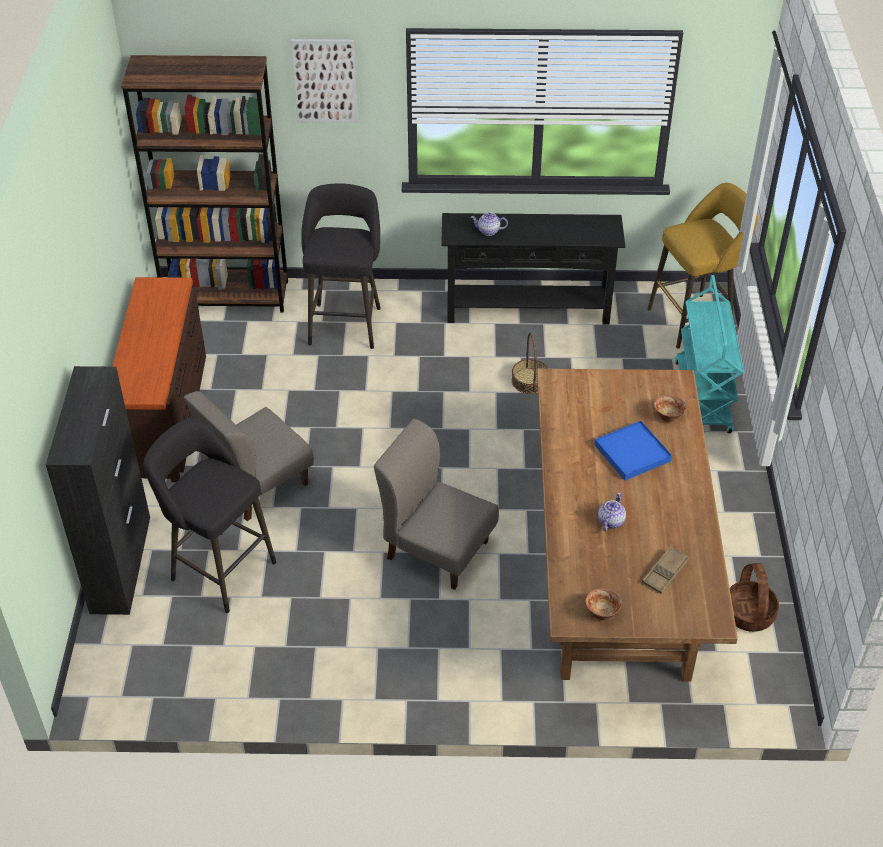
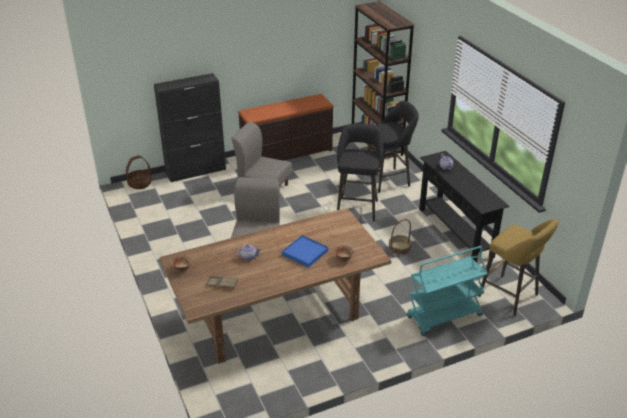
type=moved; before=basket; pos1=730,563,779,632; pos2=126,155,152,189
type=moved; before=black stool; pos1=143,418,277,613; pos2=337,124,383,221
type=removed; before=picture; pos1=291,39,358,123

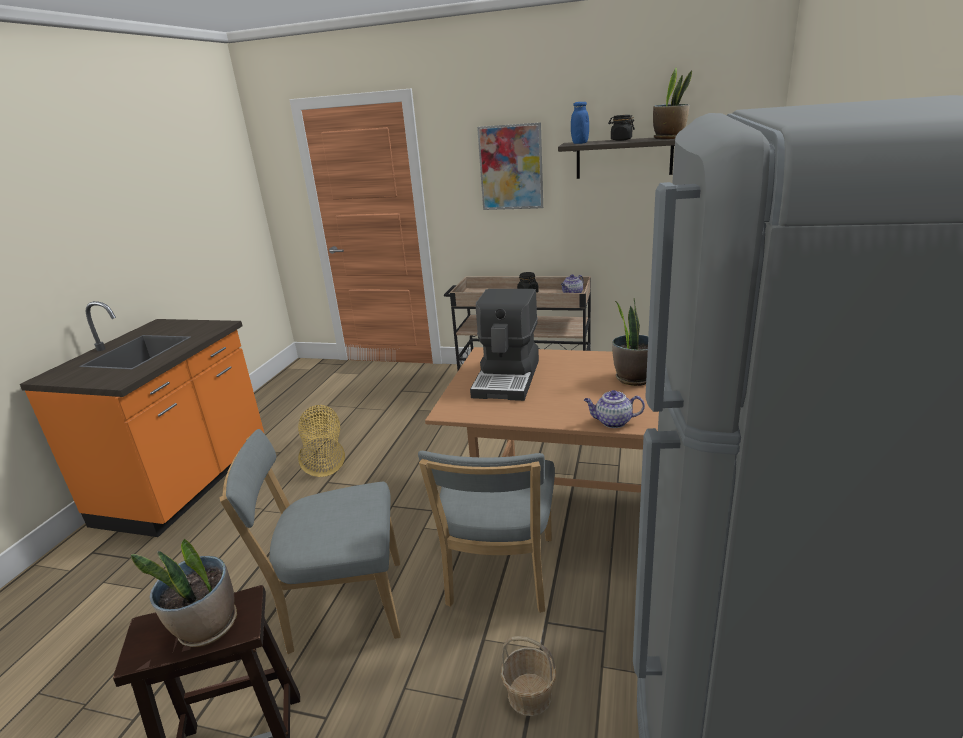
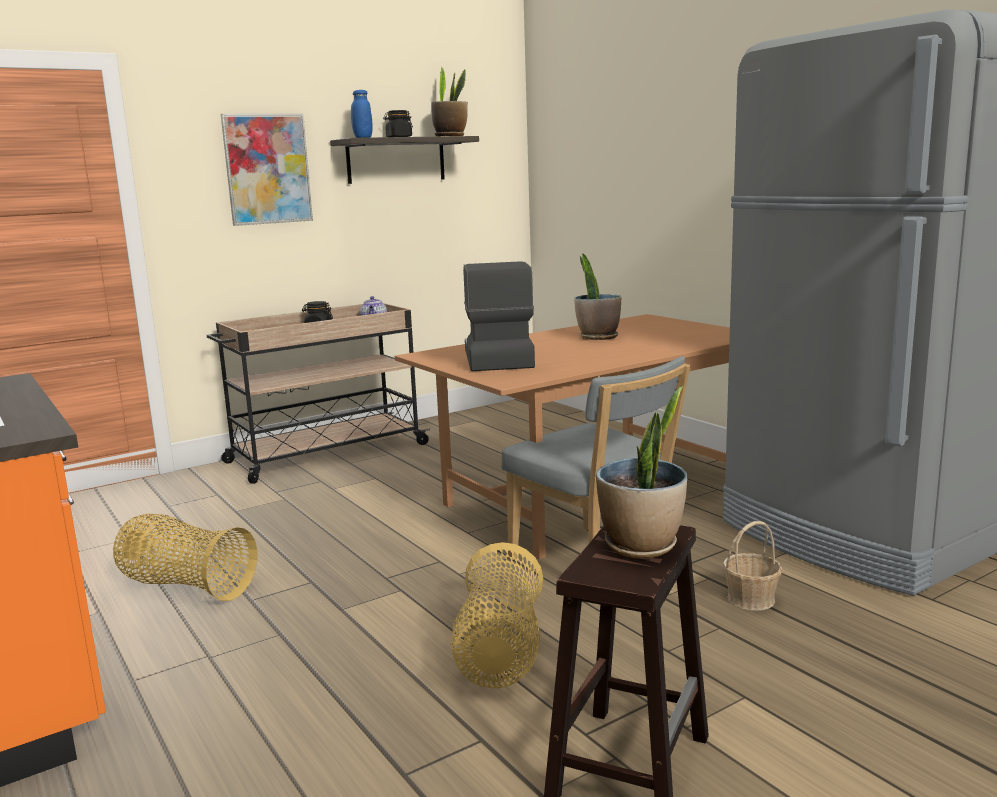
type=replaced; before=grey chair; after=basket; pos1=219,429,401,654; pos2=451,542,543,688
type=turned; before=coffee machine; pos1=470,289,539,401; pos2=463,261,535,371; turn=-150
type=removed; before=teapot; pos1=584,390,645,428

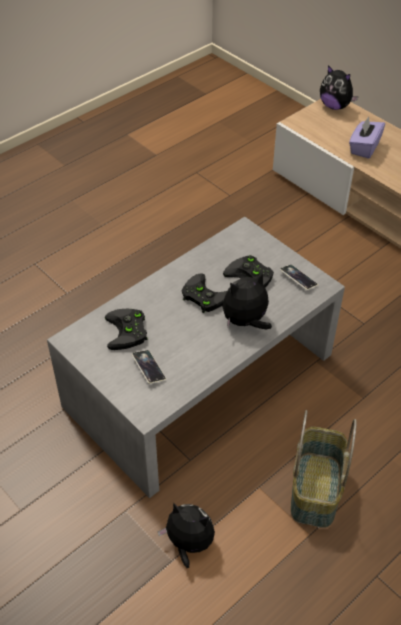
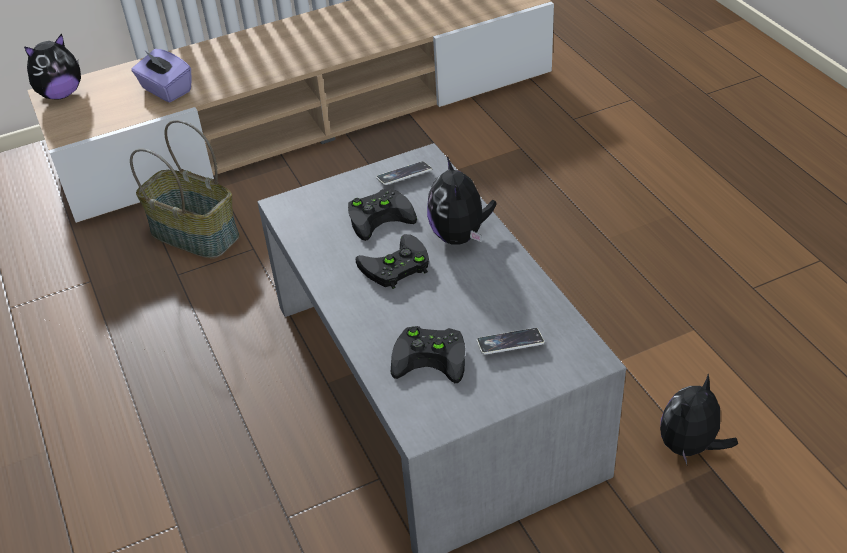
type=moved; before=basket; pos1=291,410,357,528; pos2=130,120,239,259

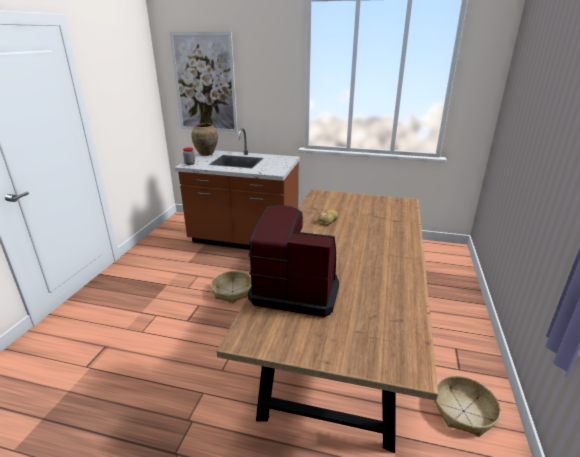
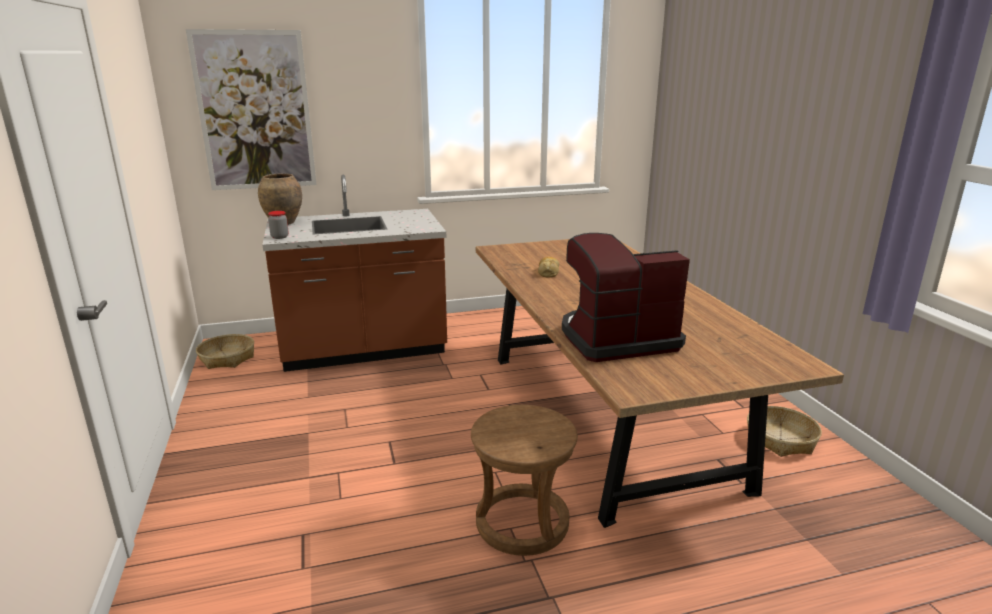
type=moved; before=basket; pos1=211,271,252,303; pos2=196,334,254,369
type=added; after=brown stool; pos2=471,405,578,556

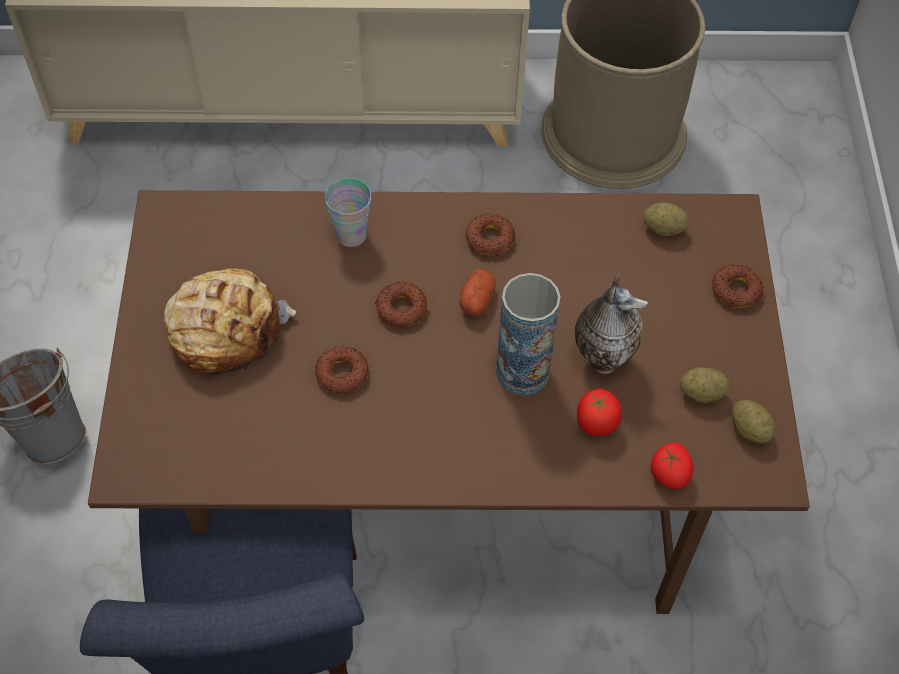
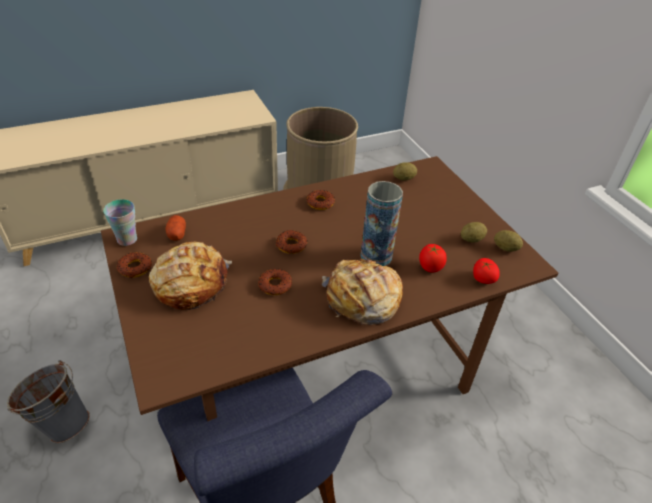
type=moved; before=cup; pos1=325,178,371,247; pos2=103,199,137,246
type=moved; before=donut; pos1=712,264,764,308; pos2=117,252,152,278
type=moved; before=potato; pos1=460,268,496,316; pos2=165,215,186,241
type=added; after=bread; pos2=321,259,403,325
type=removed; before=vase; pos1=575,273,648,374

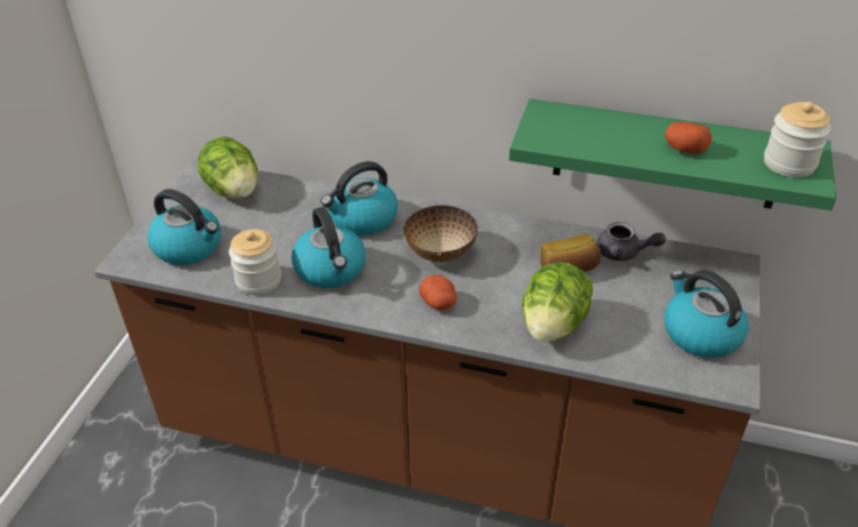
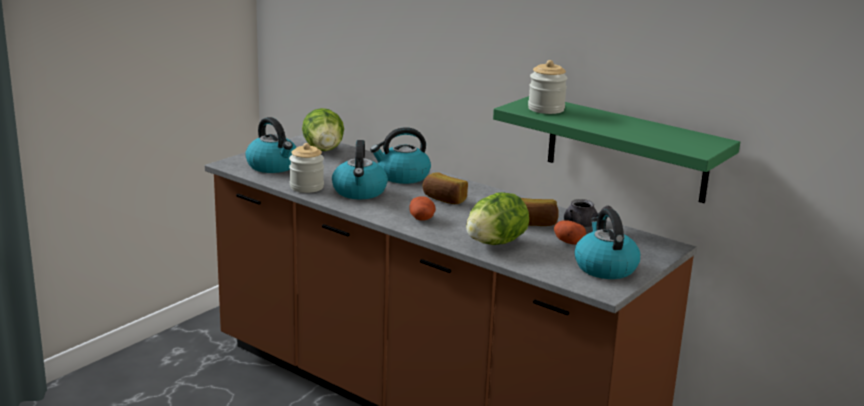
type=replaced; before=bowl; after=bread; pos1=403,205,478,263; pos2=422,172,468,204
type=moved; before=jar; pos1=764,102,831,177; pos2=528,60,568,114
type=moved; before=potato; pos1=665,122,712,154; pos2=554,220,586,244

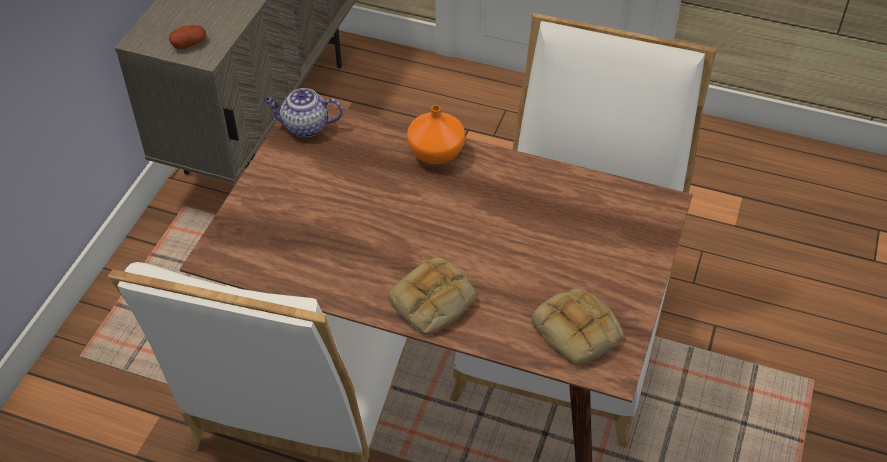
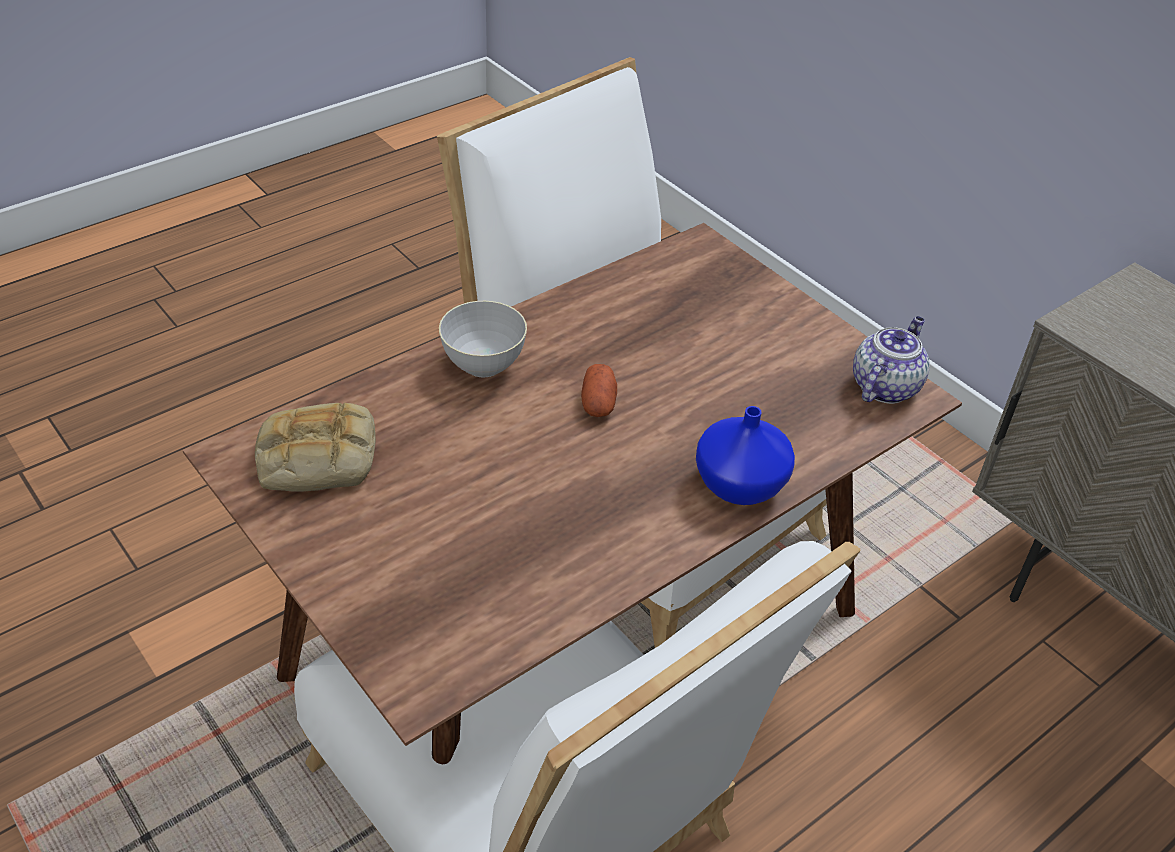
type=replaced; before=bread; after=grey bowl; pos1=388,257,476,335; pos2=439,301,527,377
type=moved; before=potato; pos1=169,25,206,50; pos2=581,364,617,417
type=recoloured; before=orange vase; after=blue vase; pos1=407,105,465,164; pos2=696,406,795,505

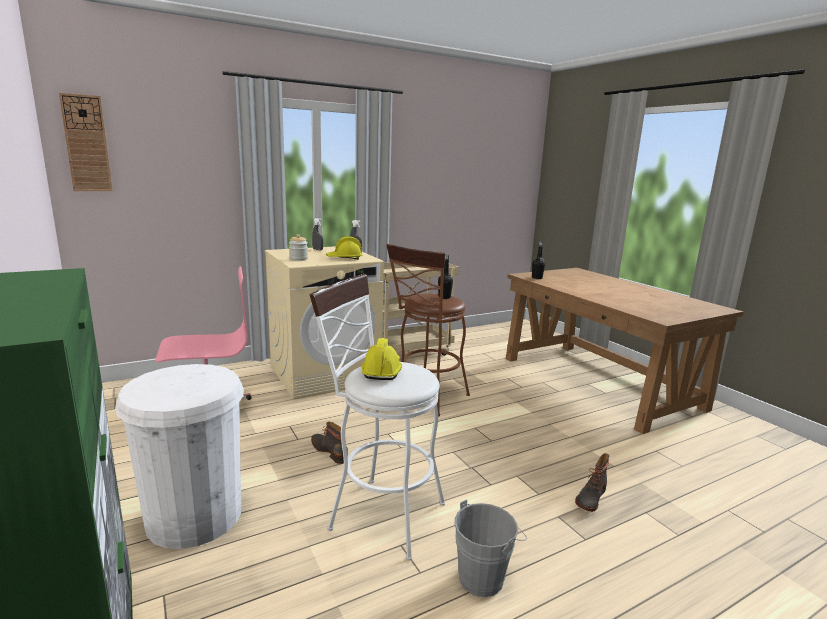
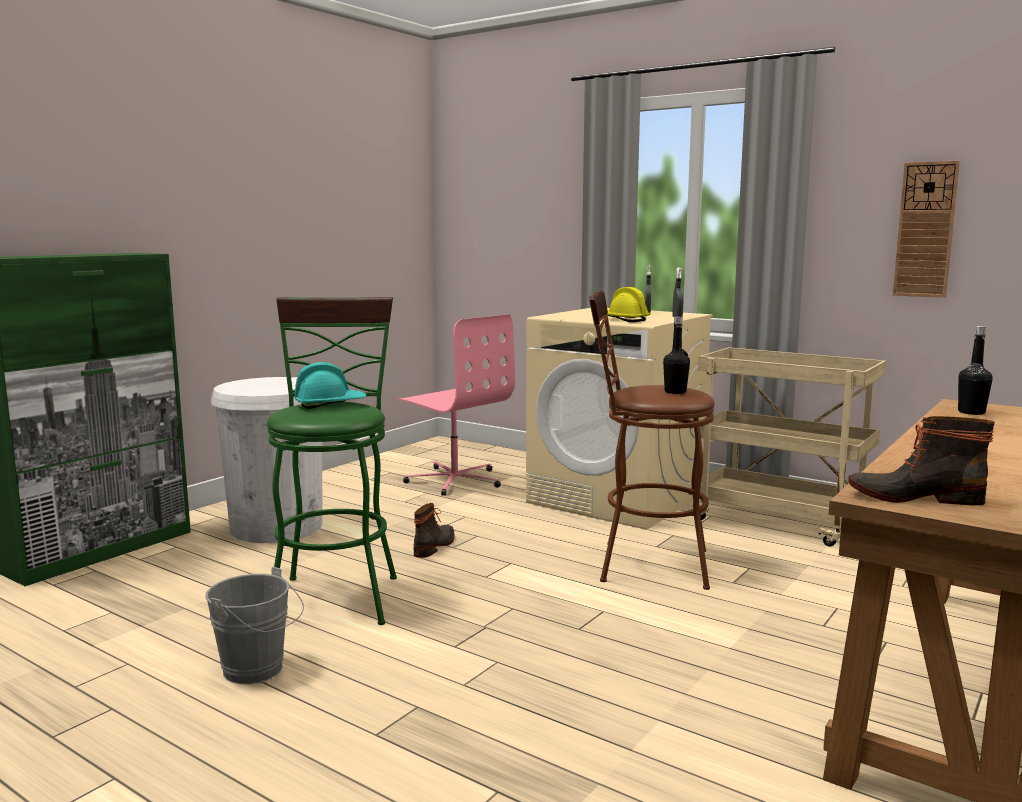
type=recoloured; before=white stool; after=green stool; pos1=309,274,445,561; pos2=267,297,397,625
type=recoloured; before=yellow hard hat; after=turquoise hard hat; pos1=362,338,402,380; pos2=295,362,366,409
type=moved; before=boot; pos1=575,453,609,512; pos2=848,416,995,505
type=moved; before=wall clock; pos1=59,93,113,191; pos2=893,160,960,298
type=removed; before=jar; pos1=289,234,308,261

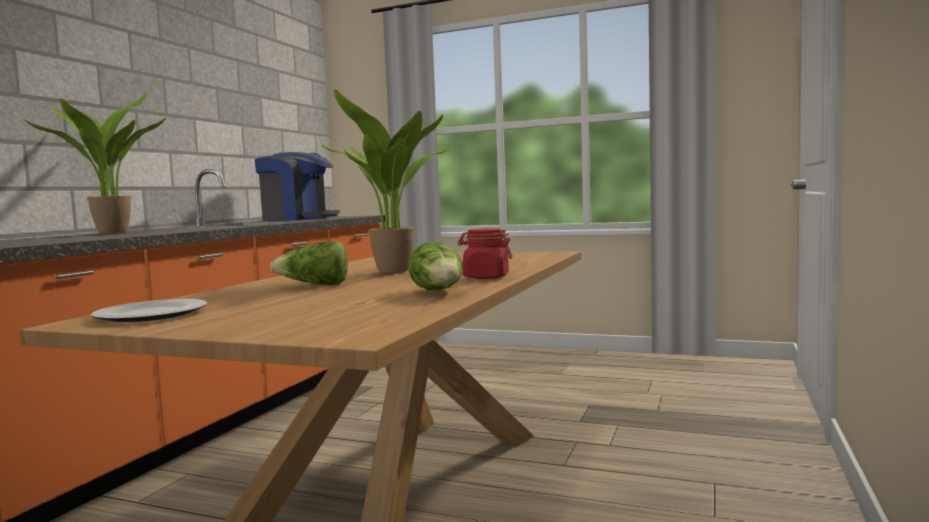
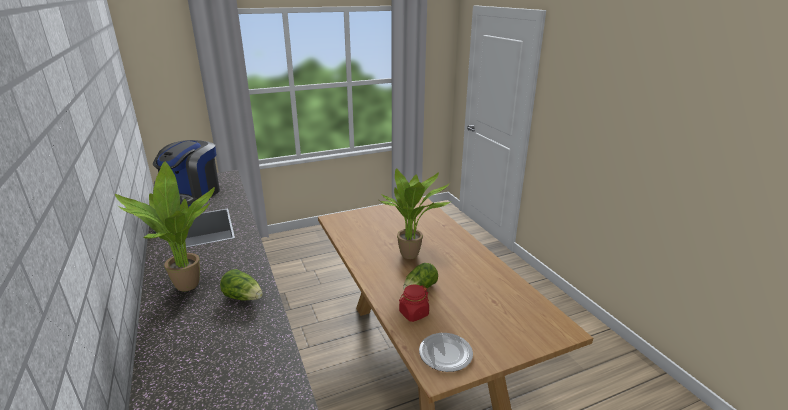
type=turned; before=coffee machine; pos1=255,152,340,221; pos2=153,140,220,206; turn=135
type=moved; before=lettuce; pos1=408,241,463,290; pos2=220,269,263,300
type=moved; before=red jar; pos1=458,228,513,279; pos2=399,285,429,322

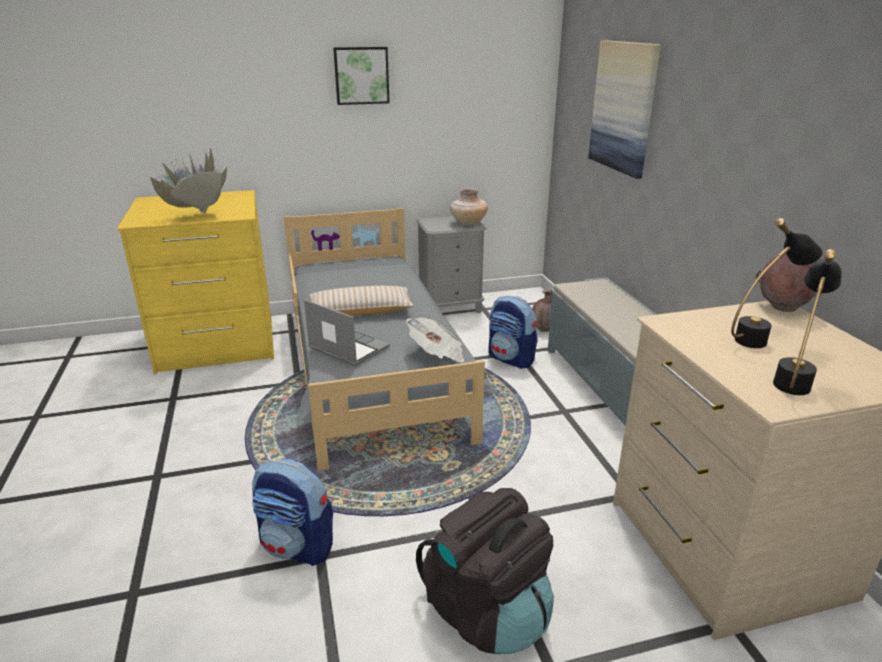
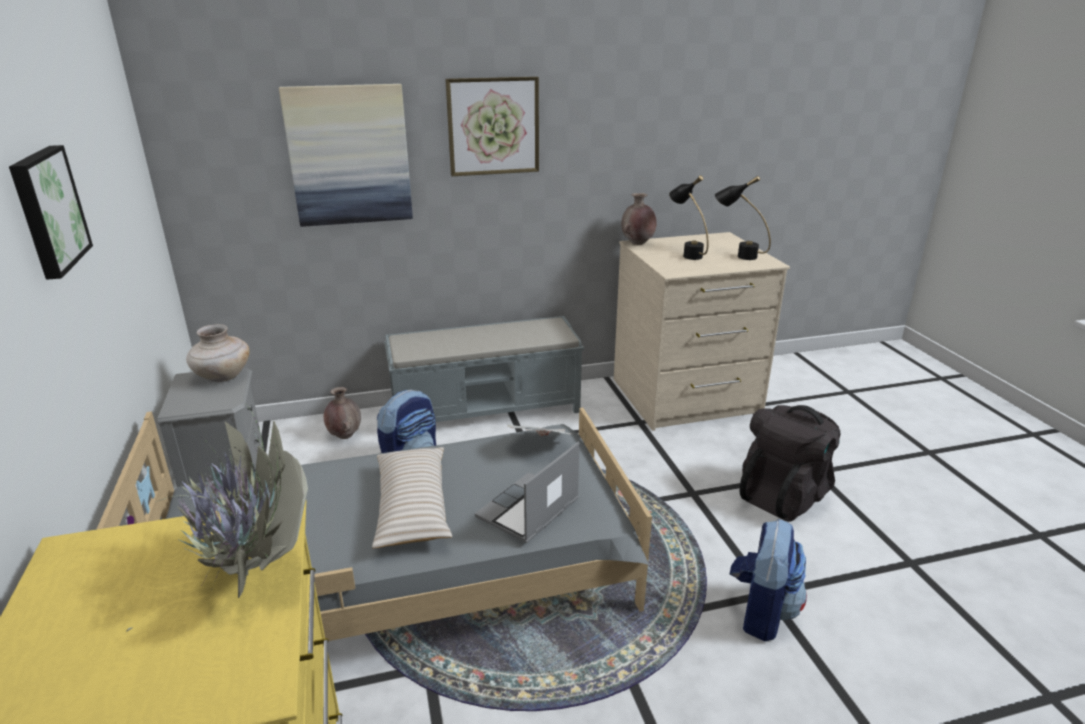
type=added; after=picture; pos2=445,76,539,176

